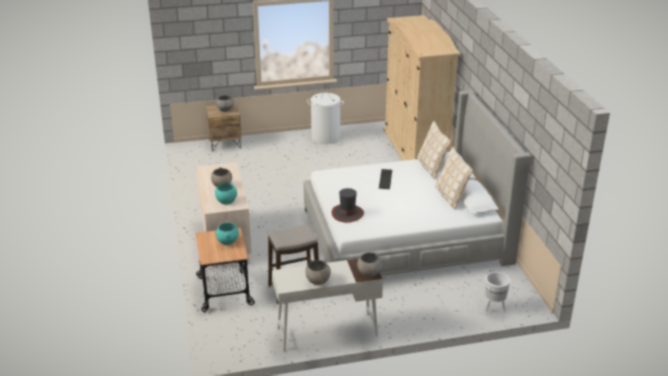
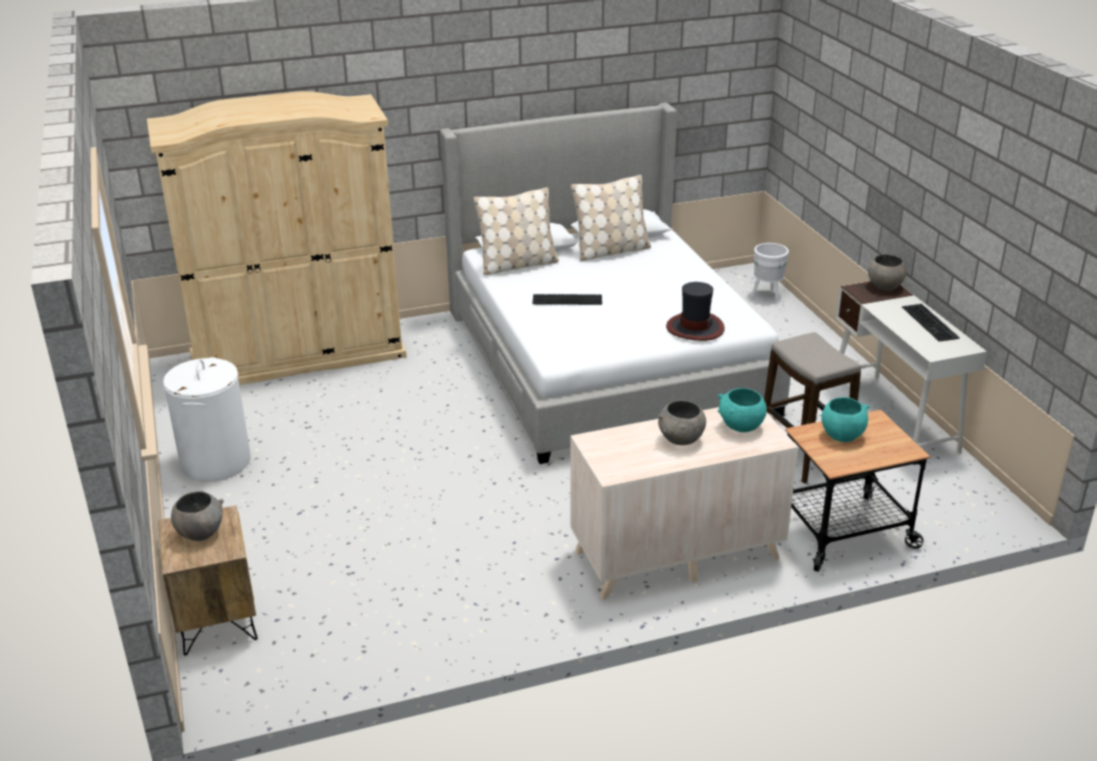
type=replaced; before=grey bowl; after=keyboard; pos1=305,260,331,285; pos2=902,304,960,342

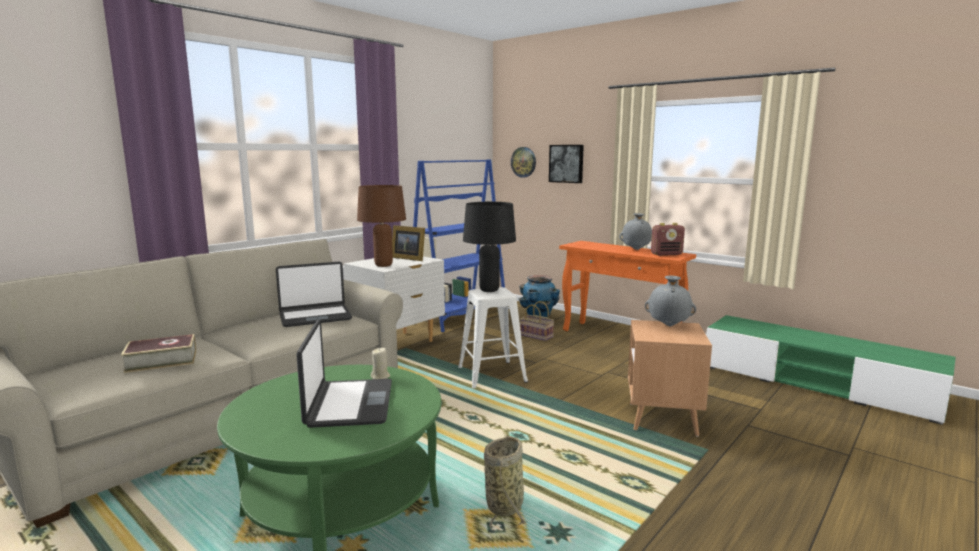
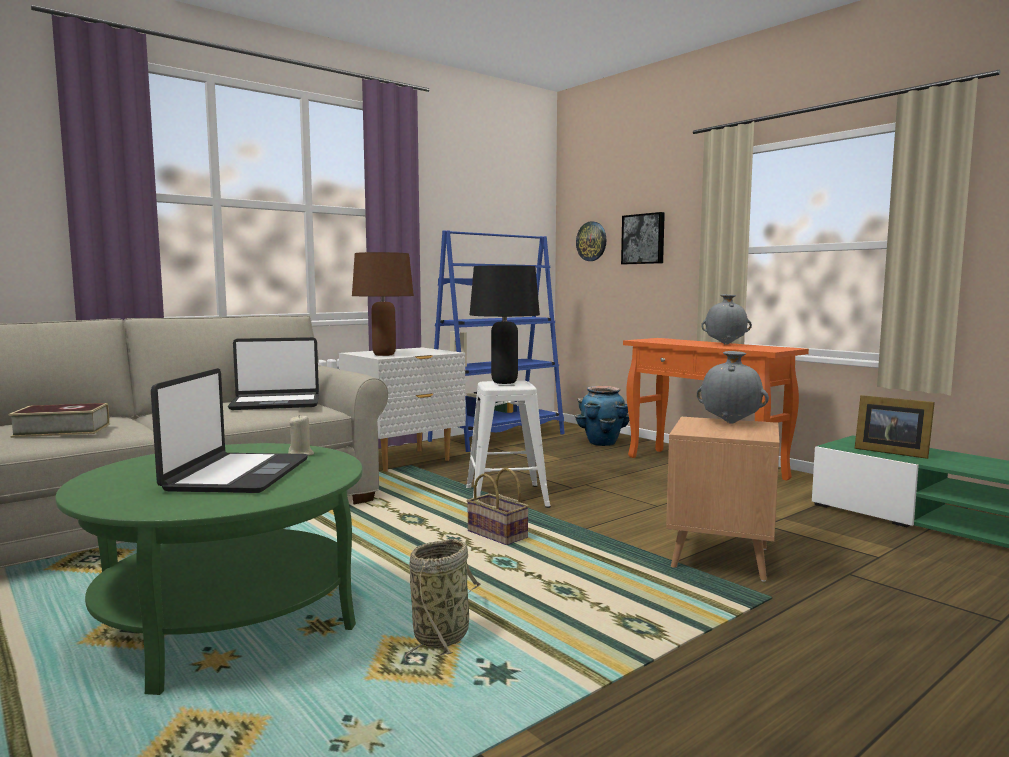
type=moved; before=basket; pos1=520,301,554,341; pos2=467,468,529,545
type=moved; before=picture frame; pos1=392,225,425,261; pos2=854,395,935,459
type=removed; before=radio; pos1=651,223,685,256

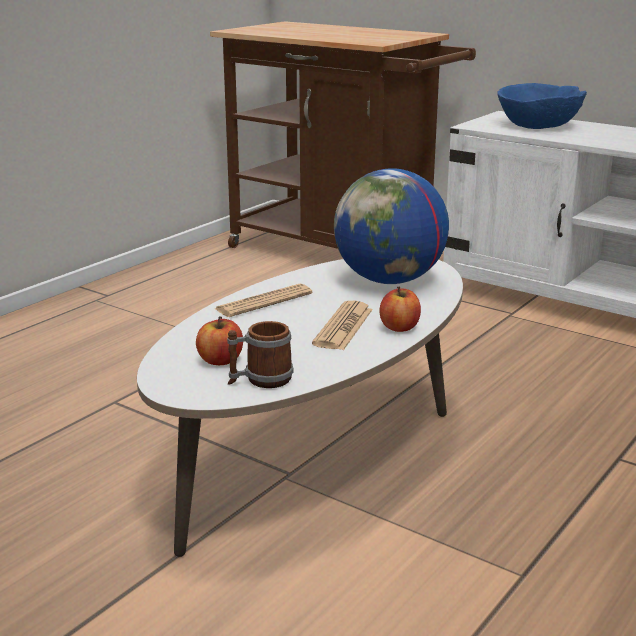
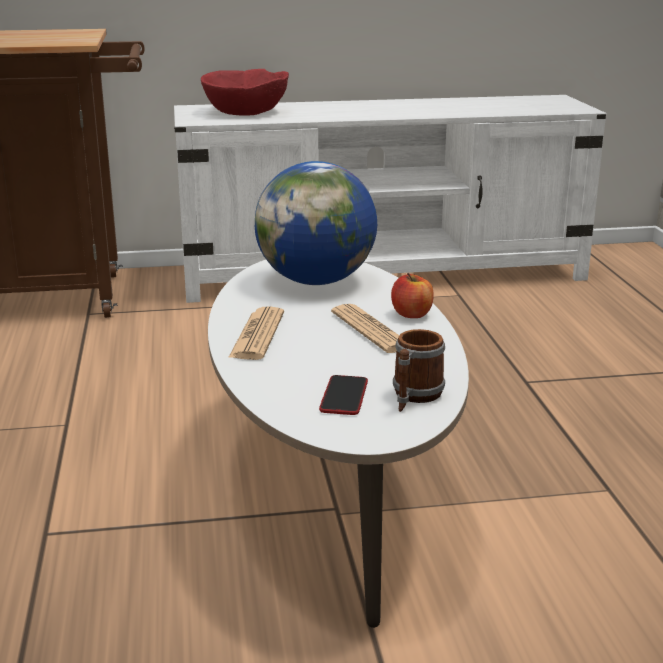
type=recoloured; before=blue bowl; after=red bowl; pos1=497,83,587,129; pos2=201,69,289,116
type=replaced; before=apple; after=phone; pos1=196,316,243,365; pos2=319,375,368,415

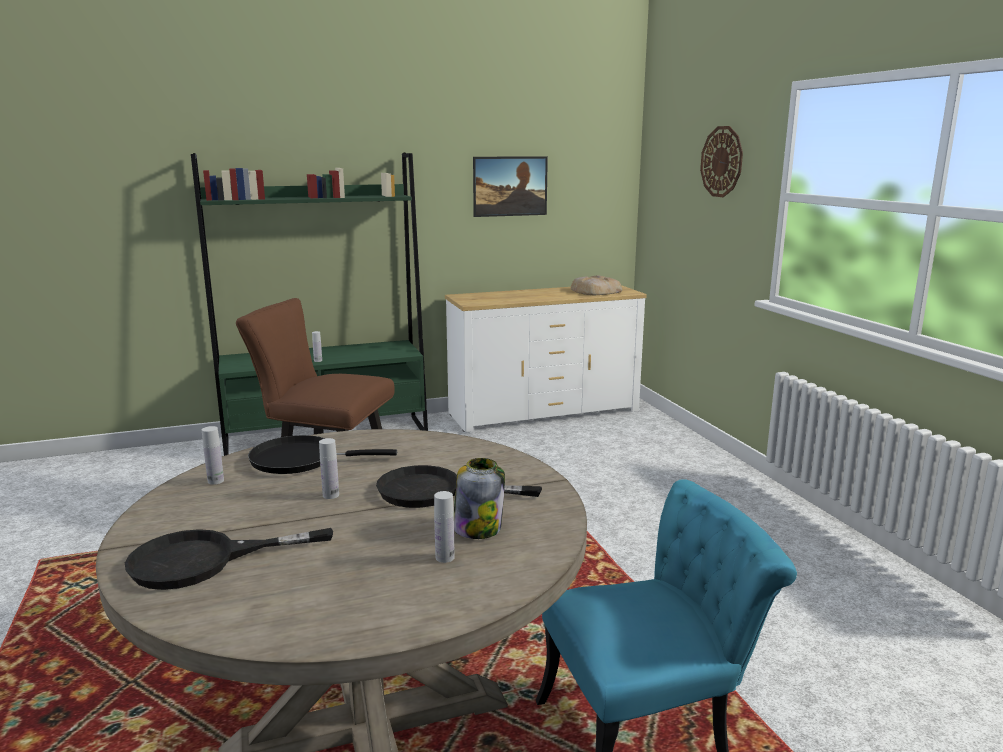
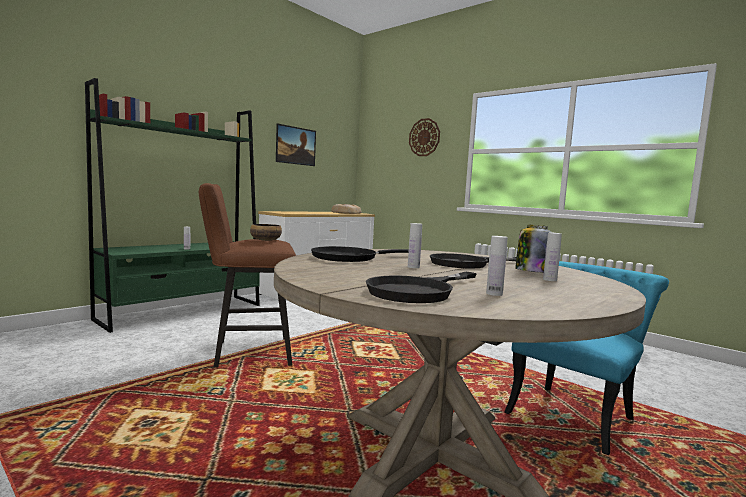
type=added; after=bowl; pos2=250,224,282,241
type=moved; before=white bottle; pos1=202,426,224,485; pos2=486,236,508,296

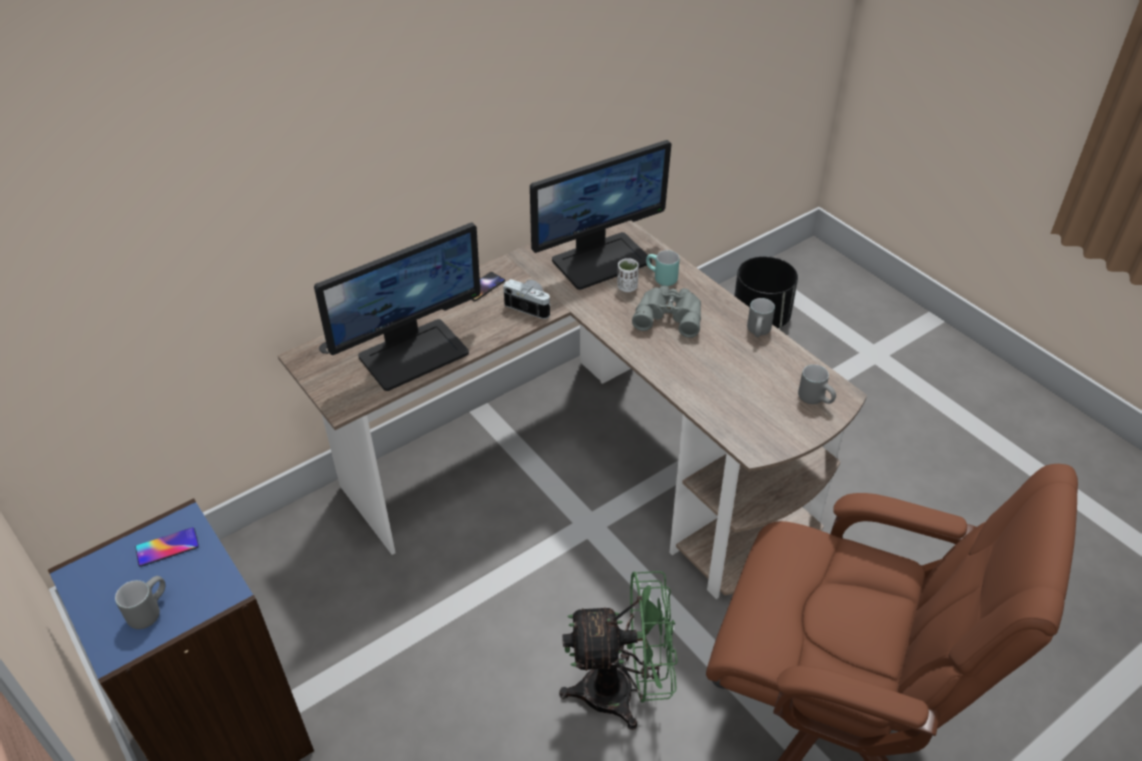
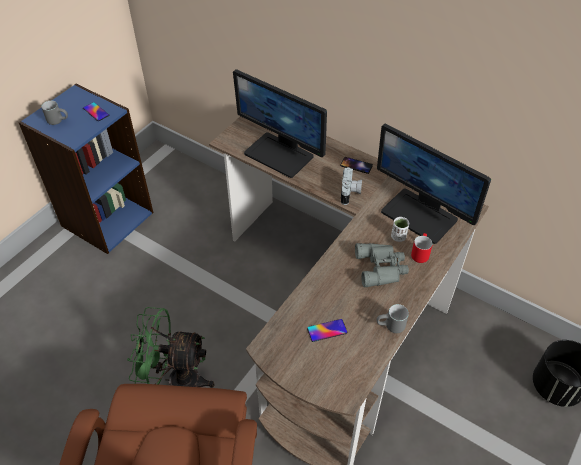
type=turned; before=green fan; pos1=559,571,677,730; pos2=127,307,215,388; turn=120
type=added; after=phone; pos2=307,319,348,342
type=recoloured; before=turquoise mug; after=red mug; pos1=646,250,679,286; pos2=411,233,433,263
type=removed; before=grey mug; pos1=798,364,836,404

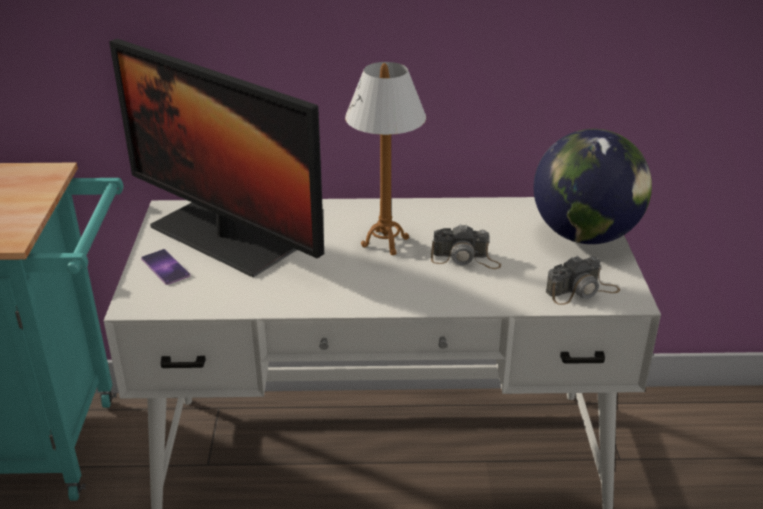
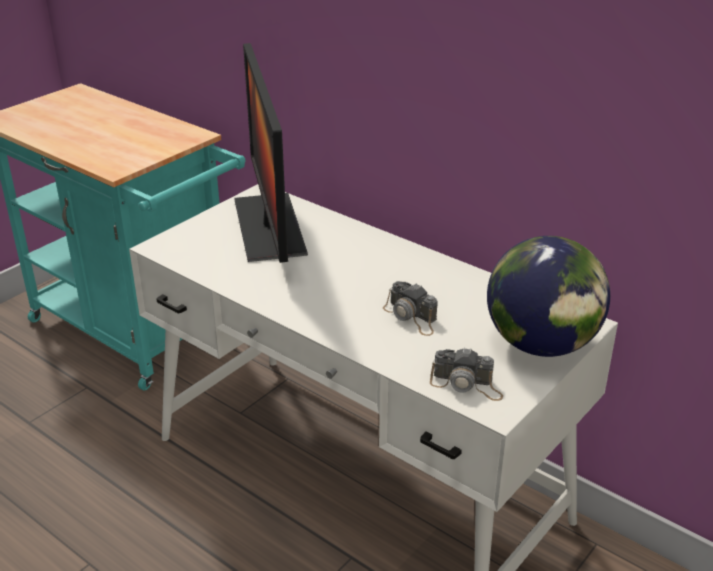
type=removed; before=phone; pos1=141,249,190,285
type=removed; before=table lamp; pos1=345,62,426,255

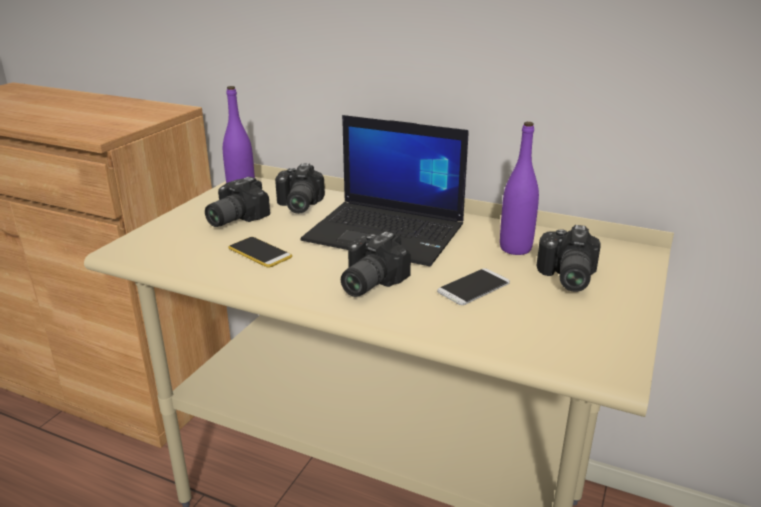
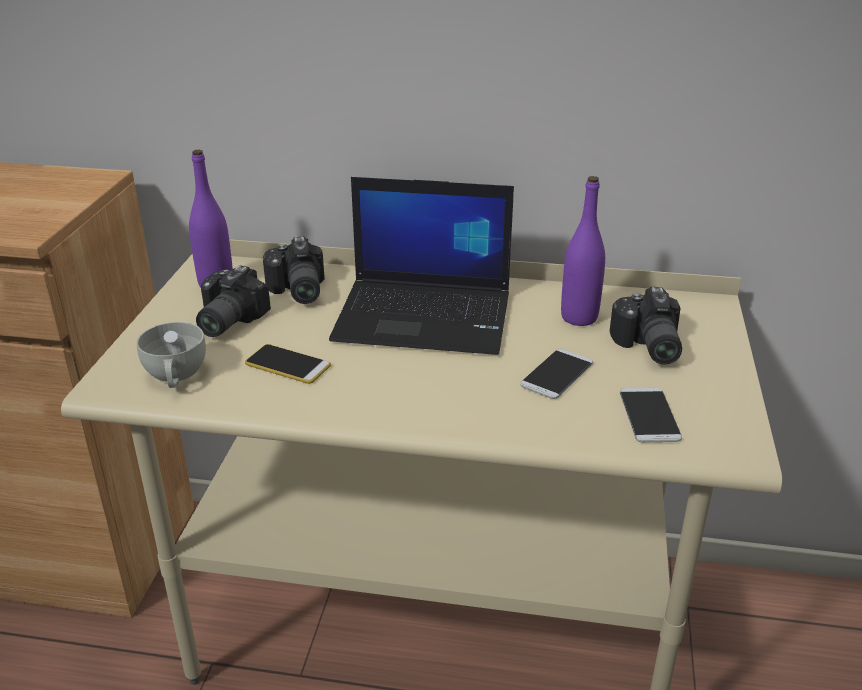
type=added; after=white cup; pos2=136,322,206,388
type=added; after=phone; pos2=620,388,682,442
type=removed; before=photo camera; pos1=341,231,411,297

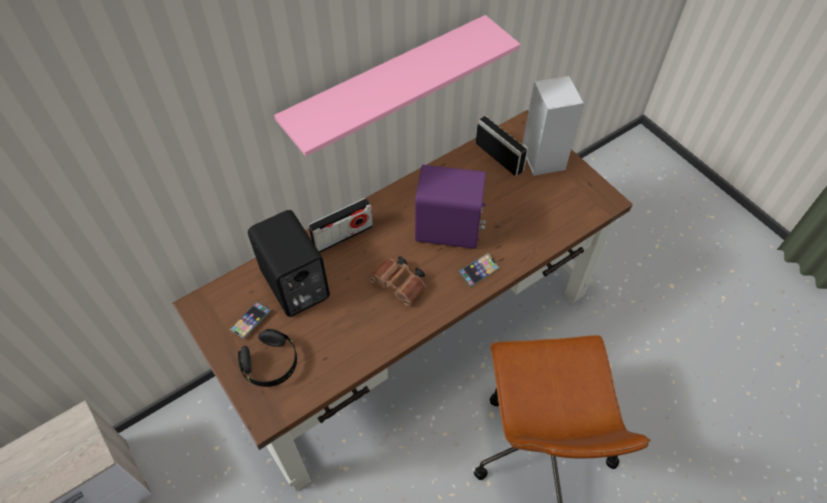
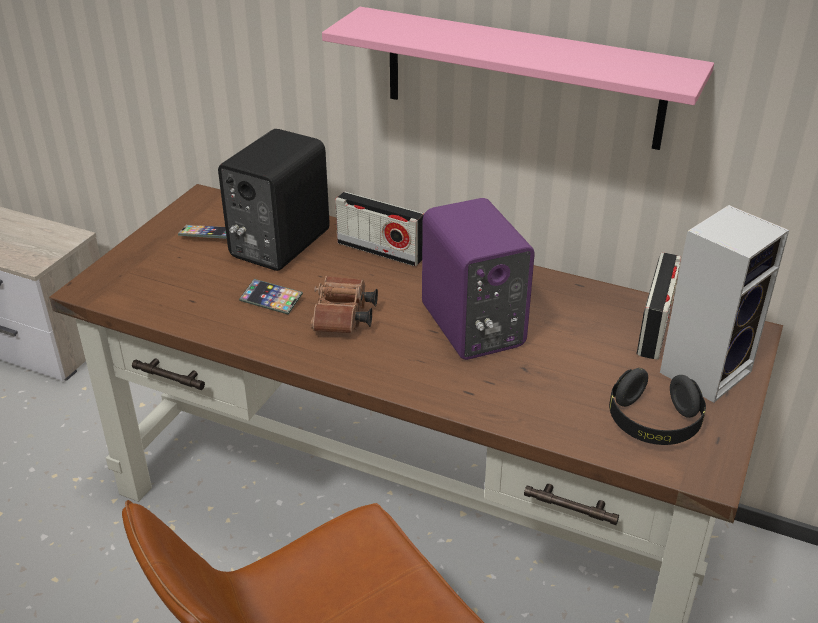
type=moved; before=phone; pos1=458,253,500,287; pos2=239,279,303,315
type=moved; before=black headphones; pos1=238,329,297,387; pos2=609,368,706,445

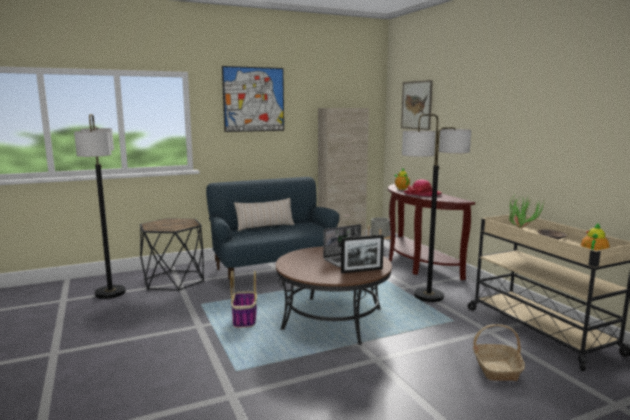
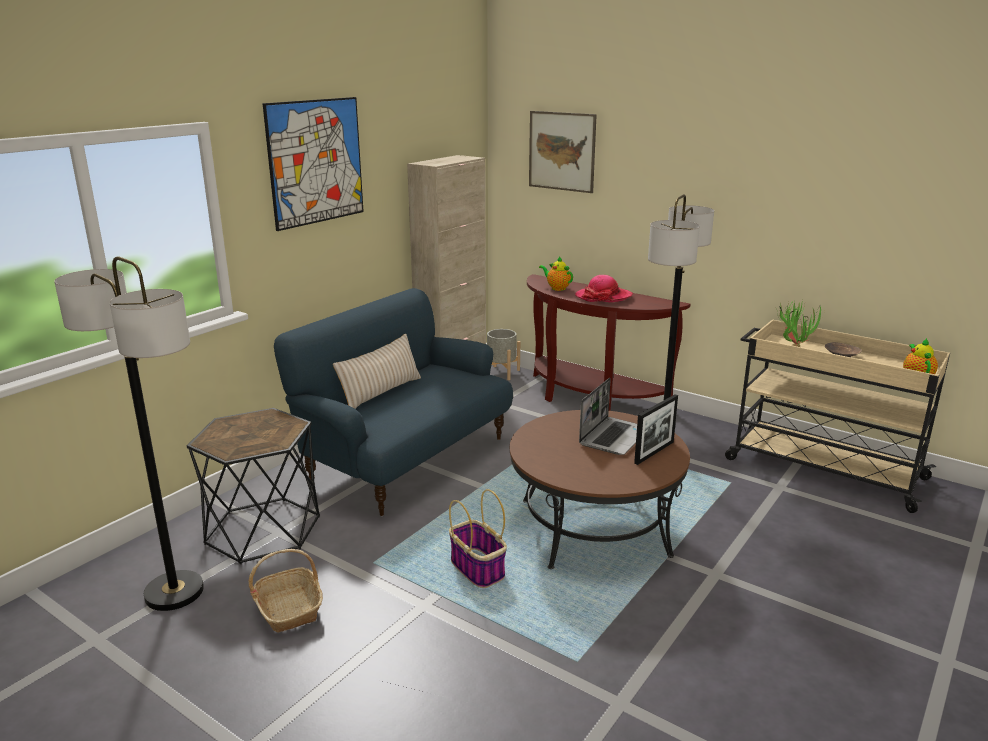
type=moved; before=basket; pos1=473,324,525,381; pos2=249,549,323,633

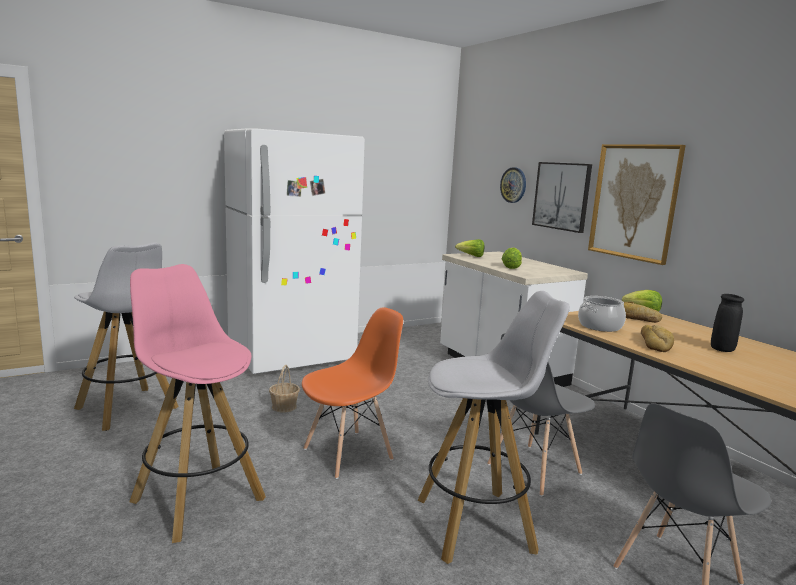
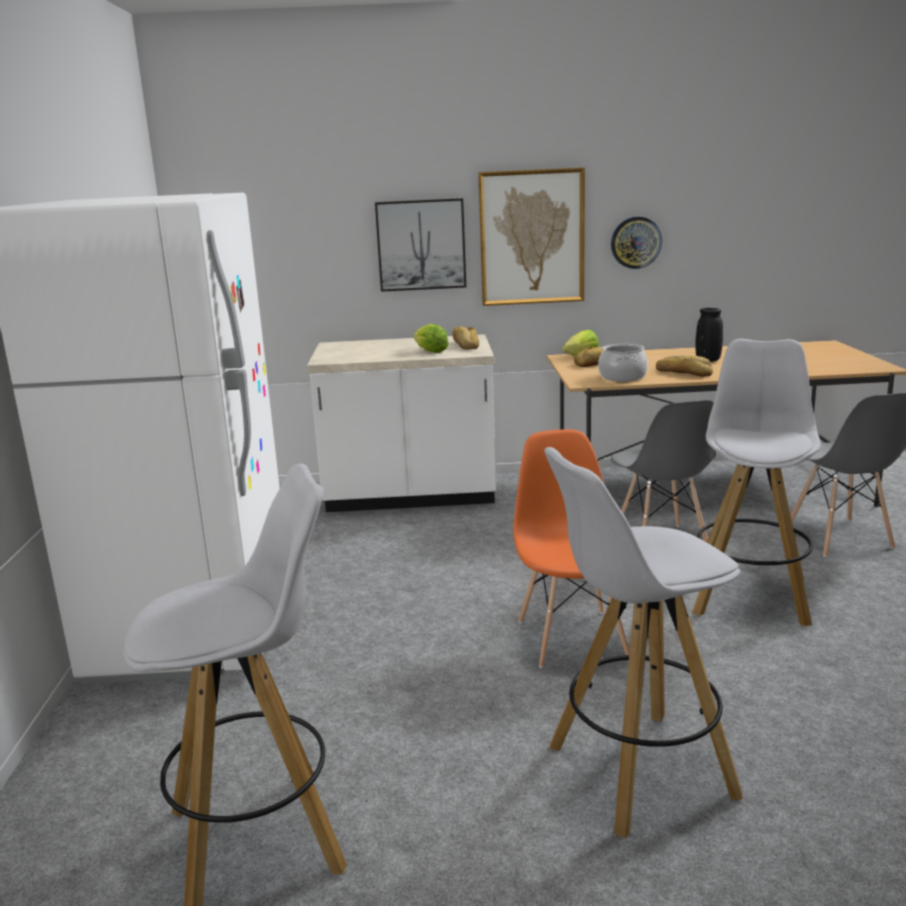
type=added; after=bread; pos2=452,326,479,350
type=recoloured; before=pink stool; after=white stool; pos1=129,264,266,543; pos2=544,447,743,838
type=moved; before=wall clock; pos1=500,167,526,203; pos2=611,217,662,269
type=removed; before=basket; pos1=269,365,300,412
type=removed; before=lettuce; pos1=455,239,485,257

